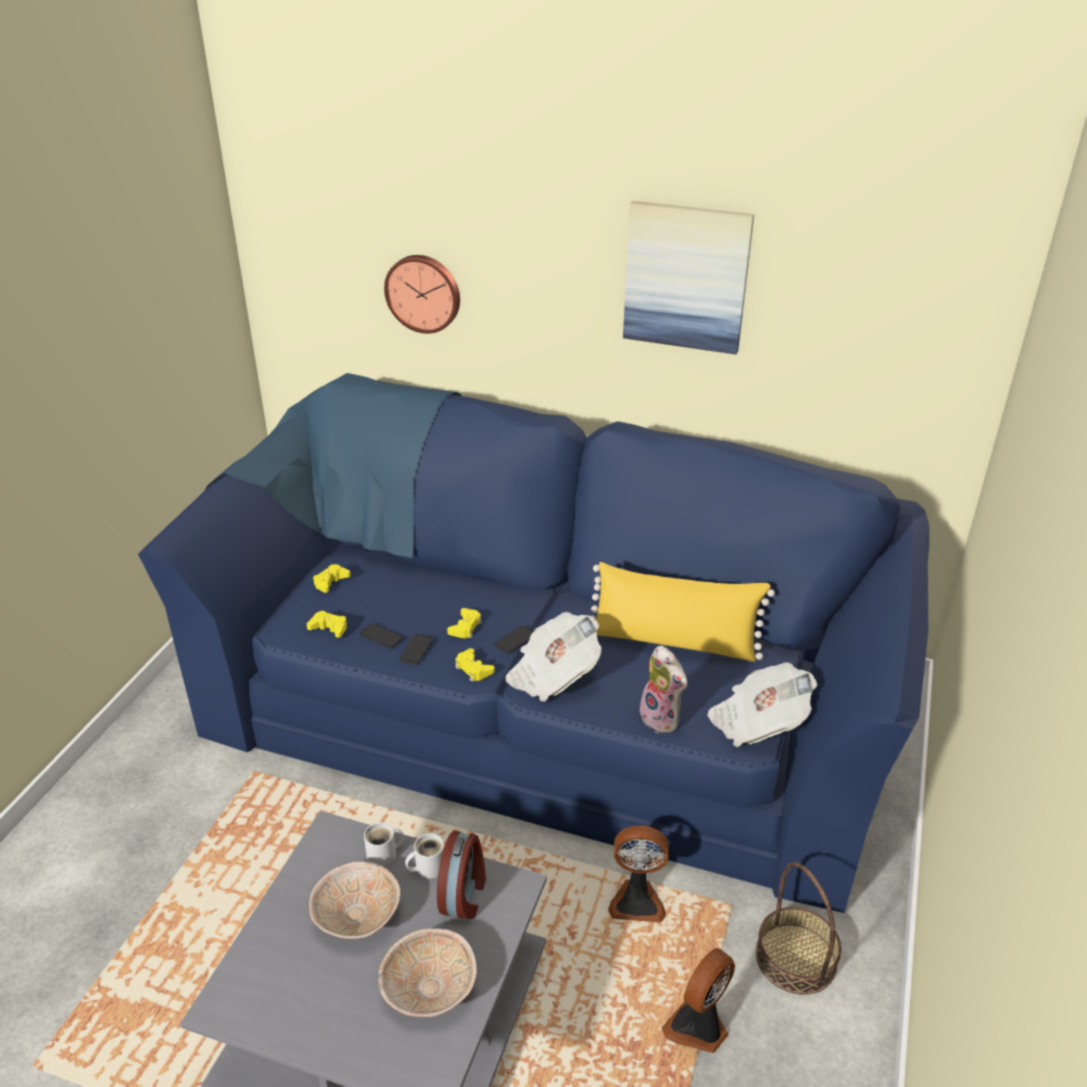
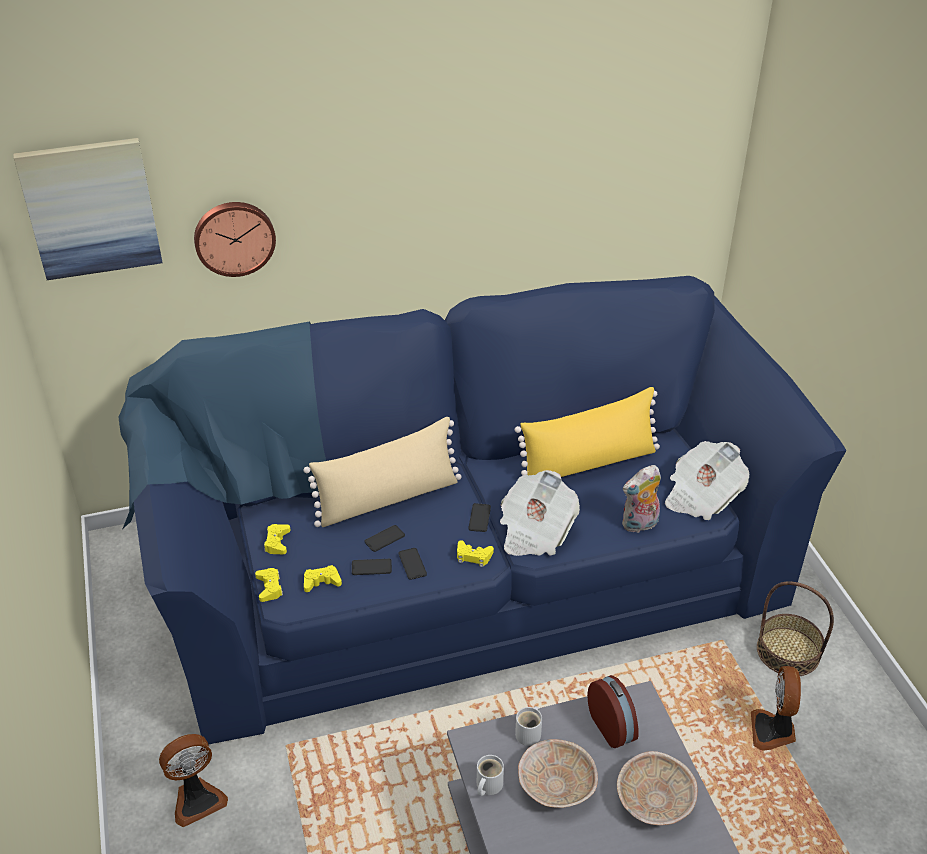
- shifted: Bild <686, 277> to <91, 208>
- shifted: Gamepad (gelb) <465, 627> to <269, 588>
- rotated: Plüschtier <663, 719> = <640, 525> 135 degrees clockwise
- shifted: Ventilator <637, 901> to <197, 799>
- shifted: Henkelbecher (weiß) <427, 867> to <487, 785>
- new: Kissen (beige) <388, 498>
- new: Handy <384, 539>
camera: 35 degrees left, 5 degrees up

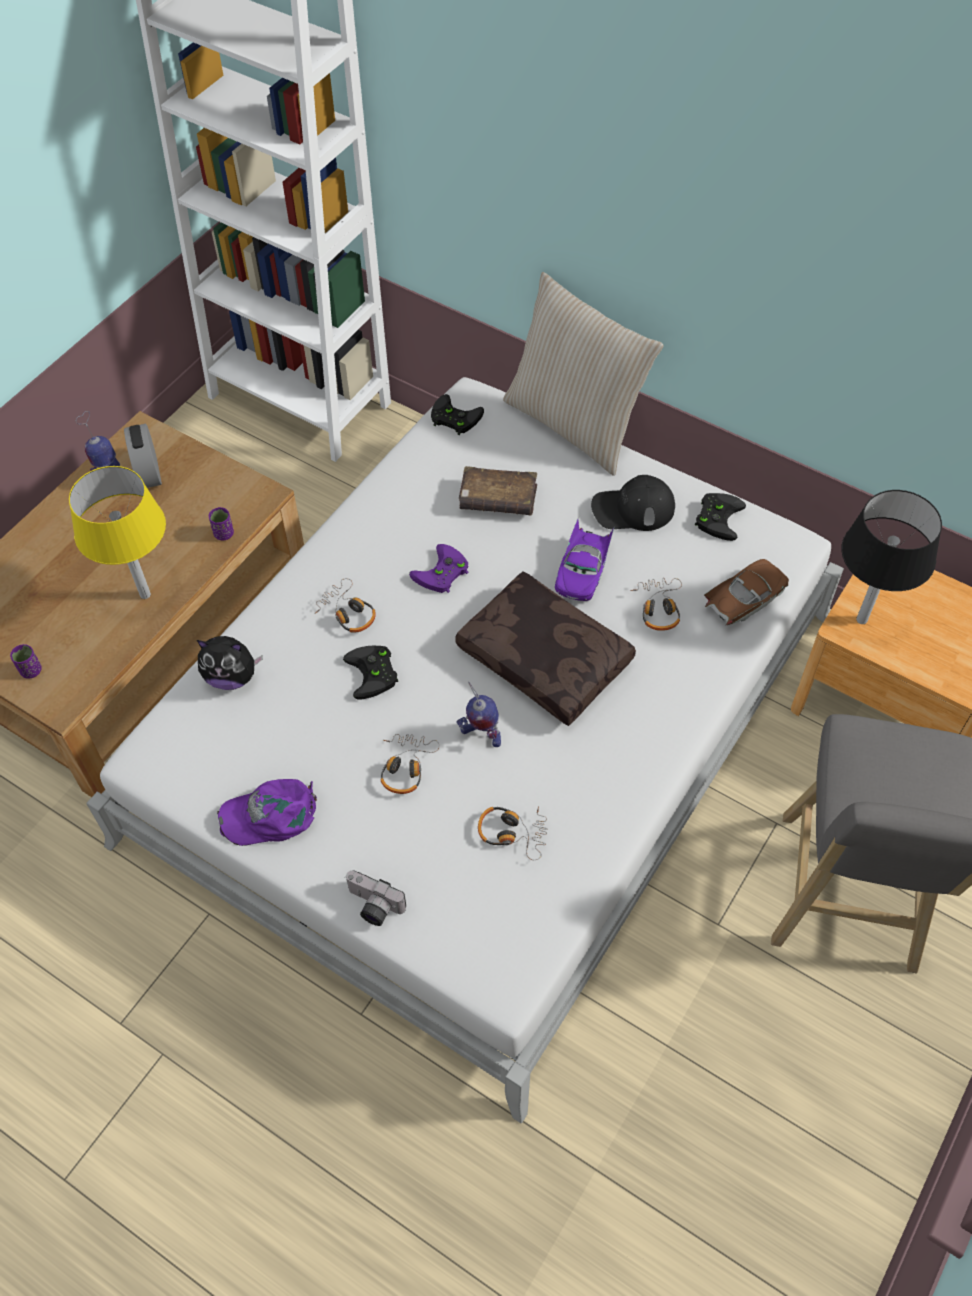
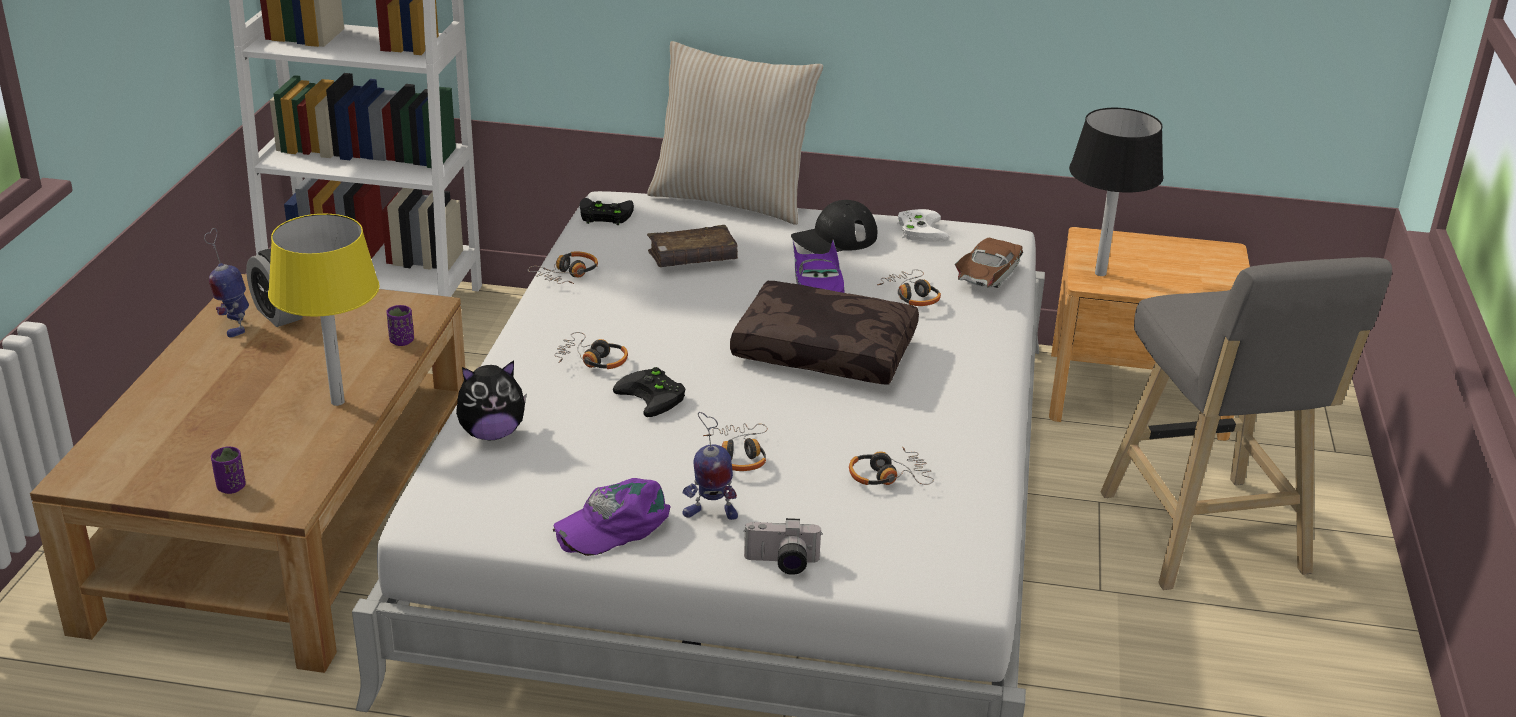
- repainted: Gamepad (schwarz) <717, 517> to Gamepad (weiß) <919, 229>
- gone: Gamepad (lila) <441, 574>
- shifted: Spielzeugroboter <481, 735> to <710, 514>
- new: Kopfhörer <567, 275>
camera: 25 degrees left, 25 degrees down

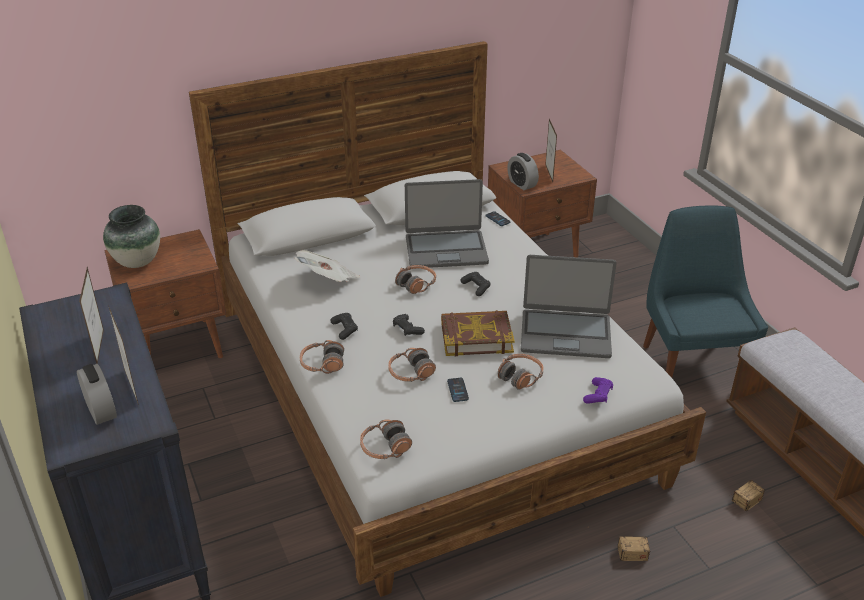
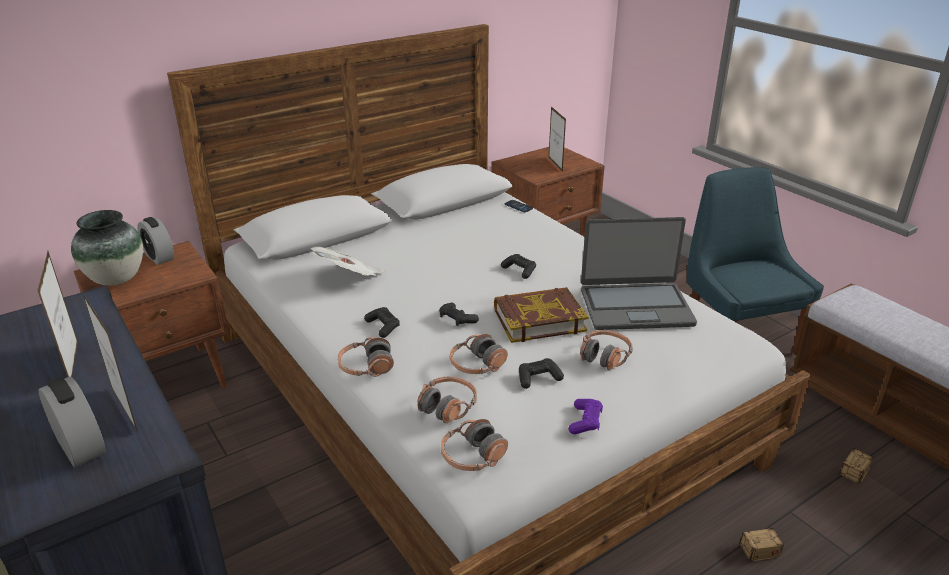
- shifted: Wecker <522, 184> to <159, 257>
- gone: Laptop <446, 250>
- shifted: Kopfhörer <416, 284> to <448, 406>
- shifted: Gamepad (lila) <598, 395> to <585, 421>
- swapped: Handy <457, 390> to Gamepad (schwarz) <538, 378>
camera: 10 degrees left, 5 degrees down

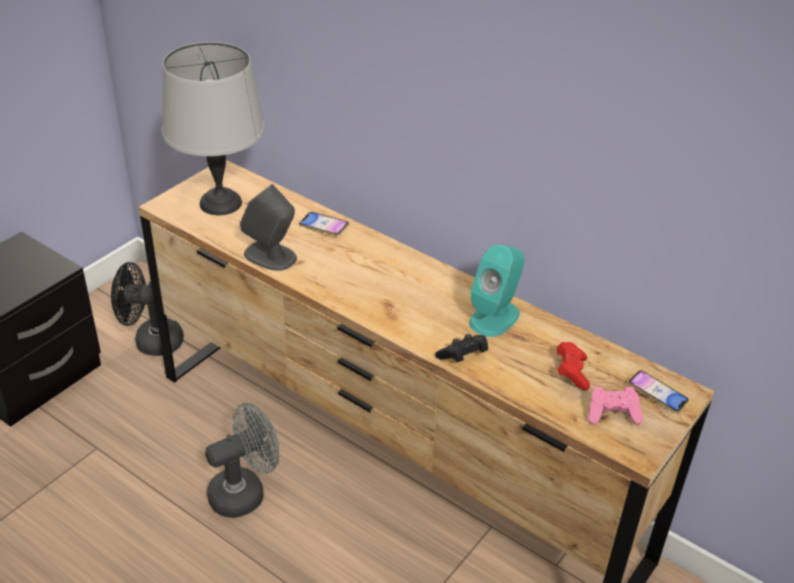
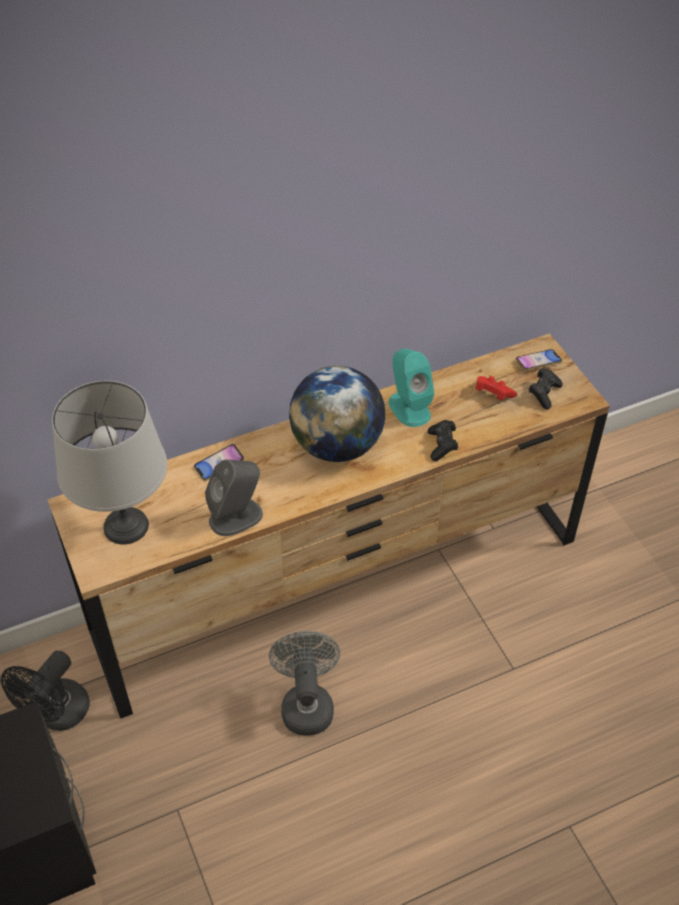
- repainted: Gamepad (rosa) <612, 414> to Gamepad (schwarz) <544, 393>
- new: Globus <337, 445>
camera: 60 degrees left, 10 degrees up

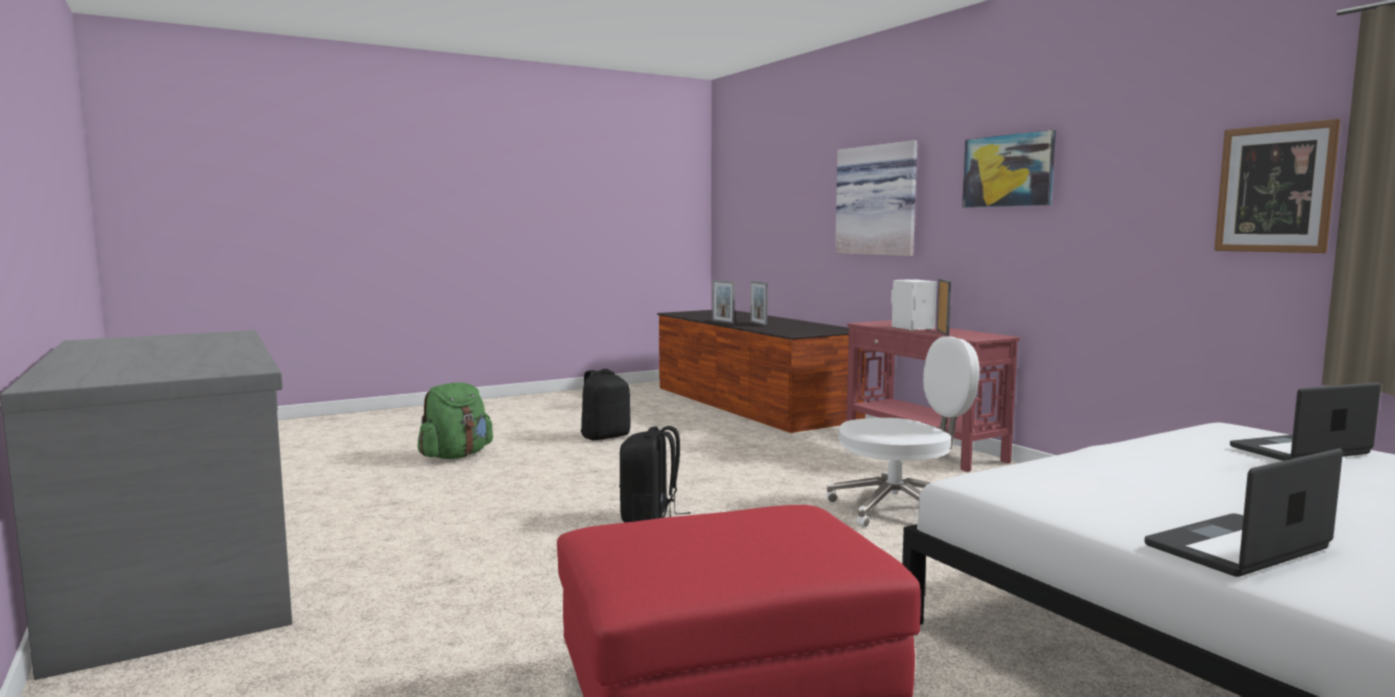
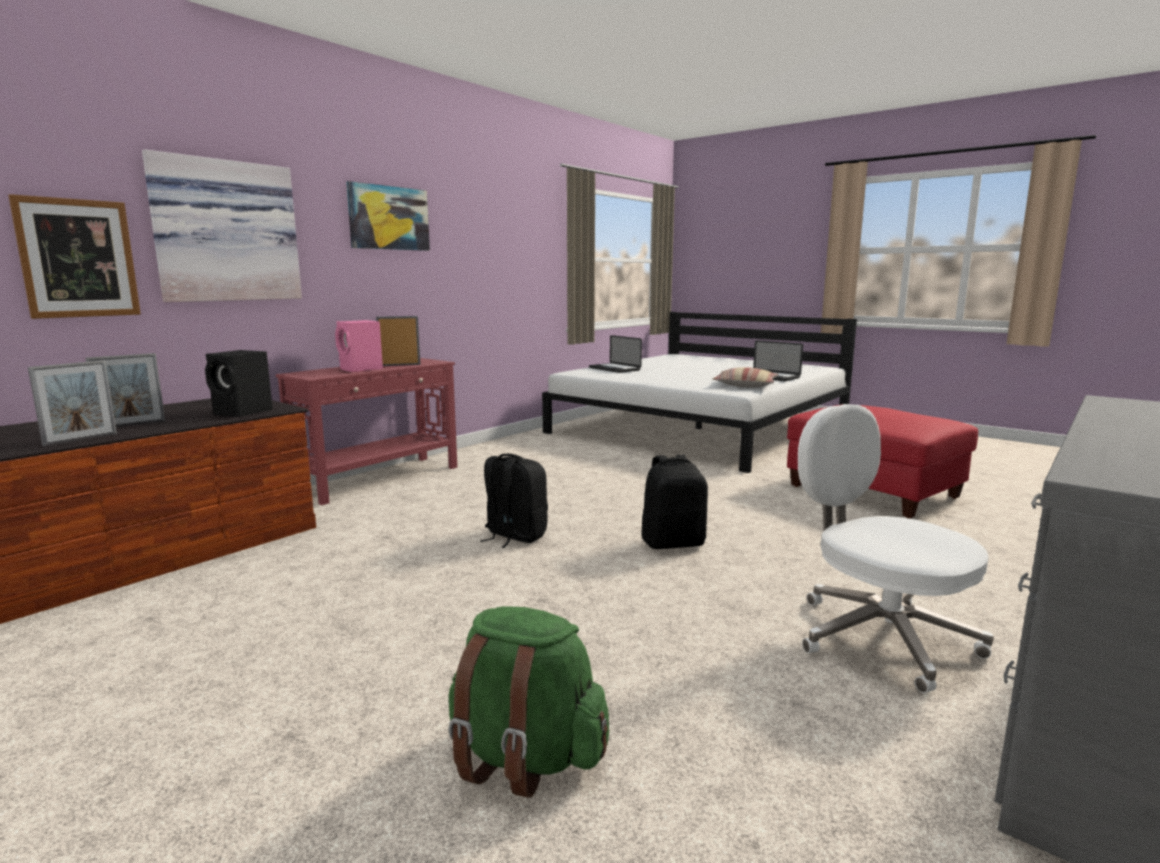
- shifted: Bild <1274, 189> to <78, 258>
- repainted: Lautsprecher (weiß) <911, 328> to Lautsprecher (rosa) <361, 369>
- shifted: Bürostuhl (weiß) <899, 508> to <879, 636>
- shifted: Rucksack (schwarz) <605, 436> to <514, 536>
- new: Lautsprecher (schwarz) <244, 412>
- new: Kissen <745, 385>
camera: 110 degrees left, 5 degrees up

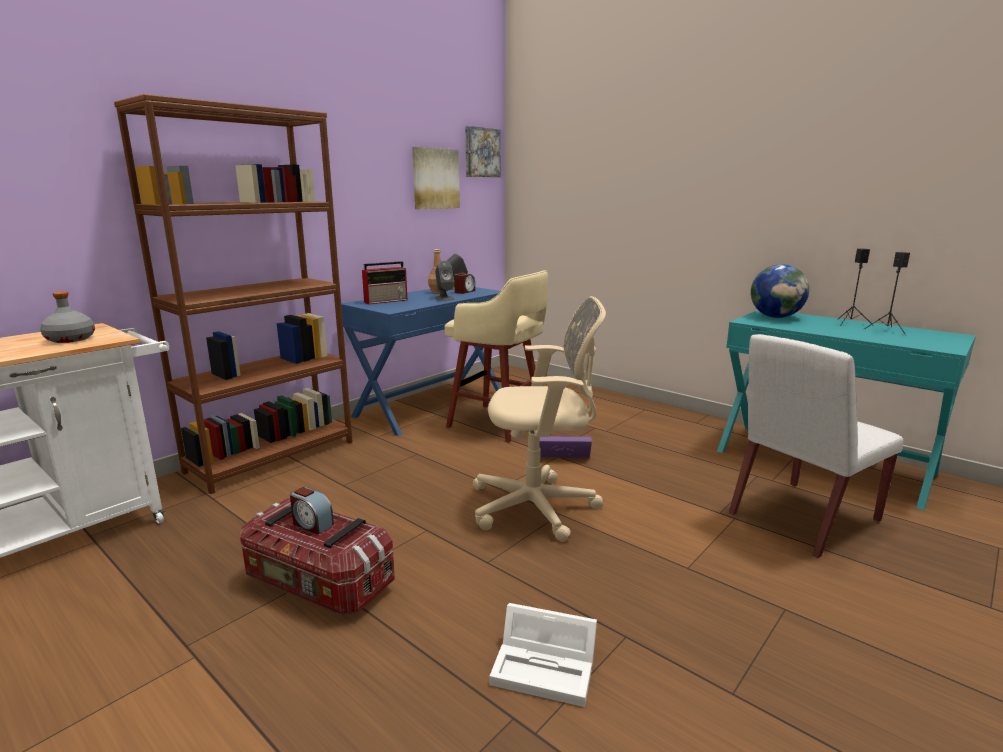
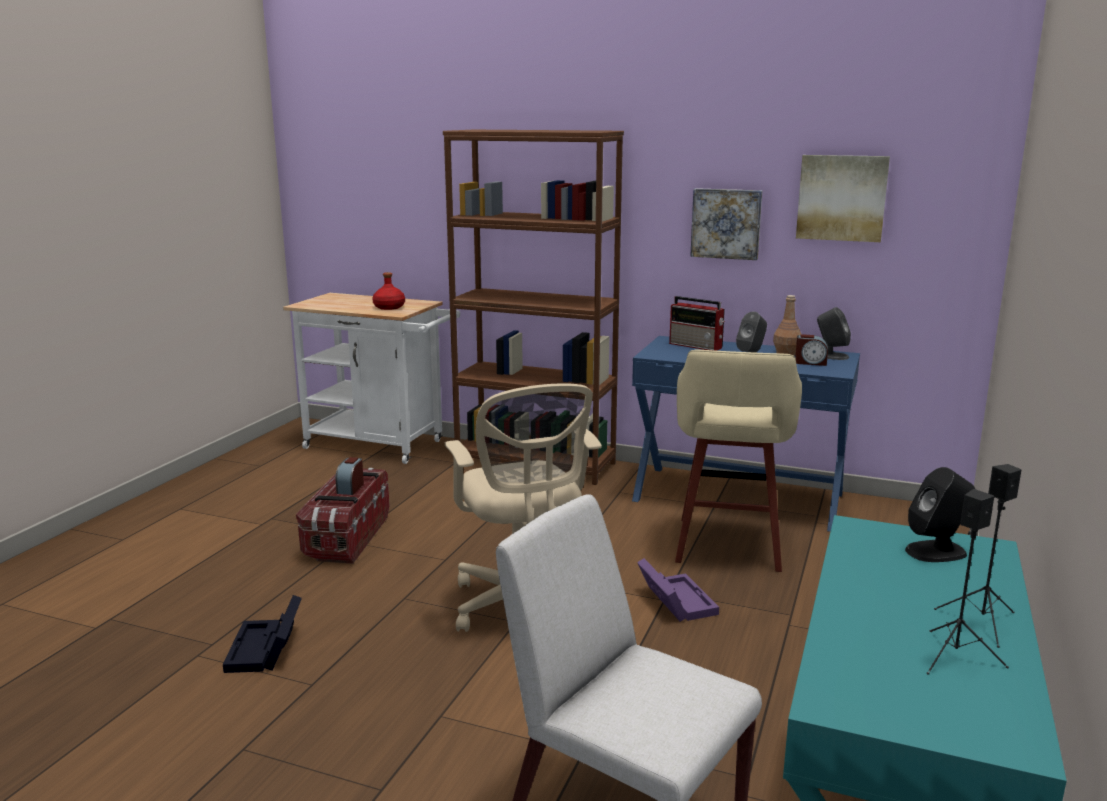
- shifted: Bild <481, 152> to <726, 223>
- swapped: Globus <775, 317> to Lautsprecher (schwarz) <936, 551>
- repainted: Flasche (grau) <70, 339> to Flasche (rot) <389, 307>
- repainted: Aufbewahrungsbox (weiß) <547, 667> to Aufbewahrungsbox (schwarz) <265, 650>
camera: 70 degrees right, 0 degrees up

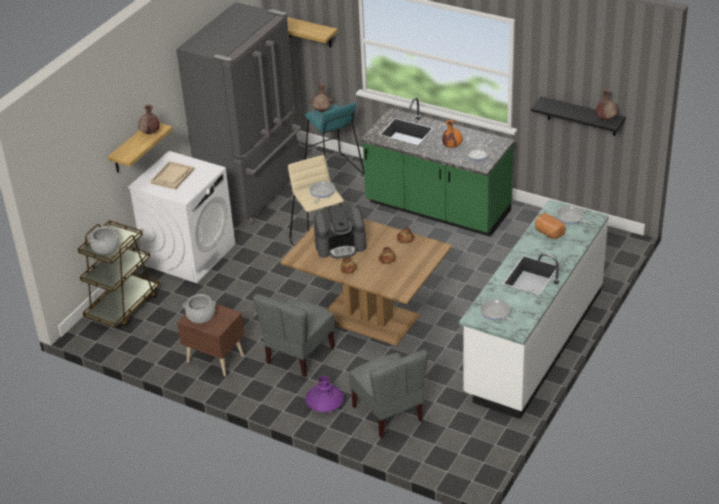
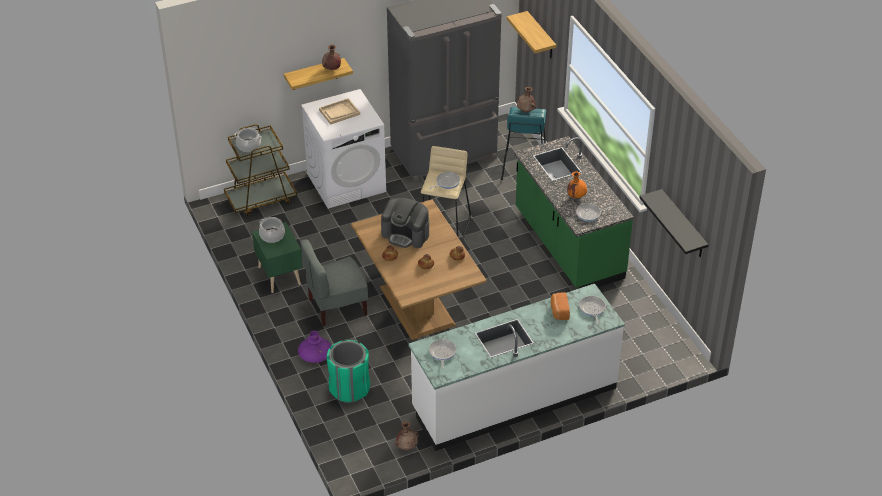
- shifted: Vase (braun) <606, 119> to <407, 446>
- repainted: Nachttisch (braun) <215, 358> to Nachttisch (grün) <280, 275>
- swapped: Stuhl (grau) <389, 413> to Mülleimer (grün) <349, 389>
camera: 35 degrees right, 5 degrees up

